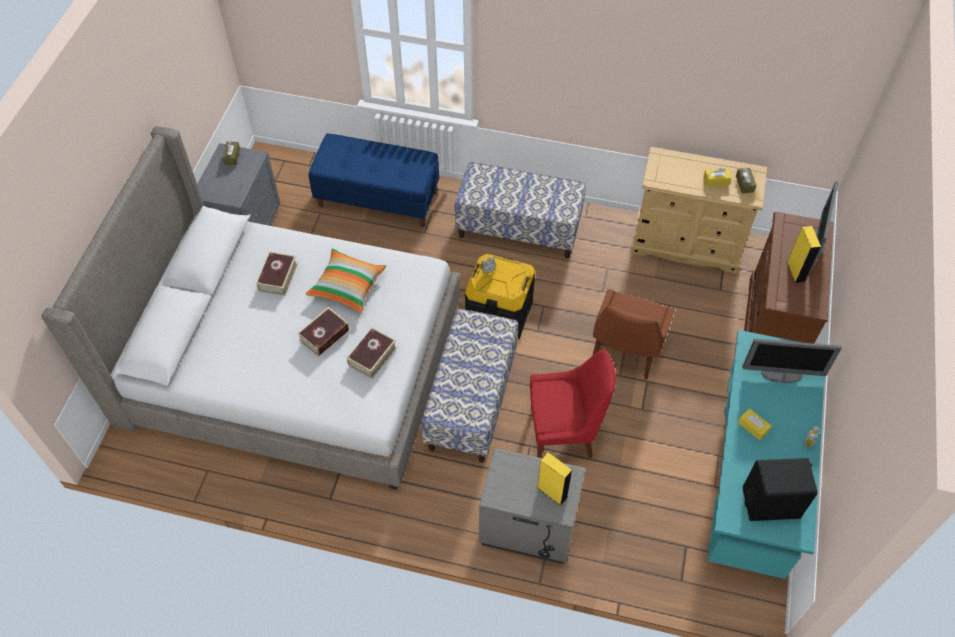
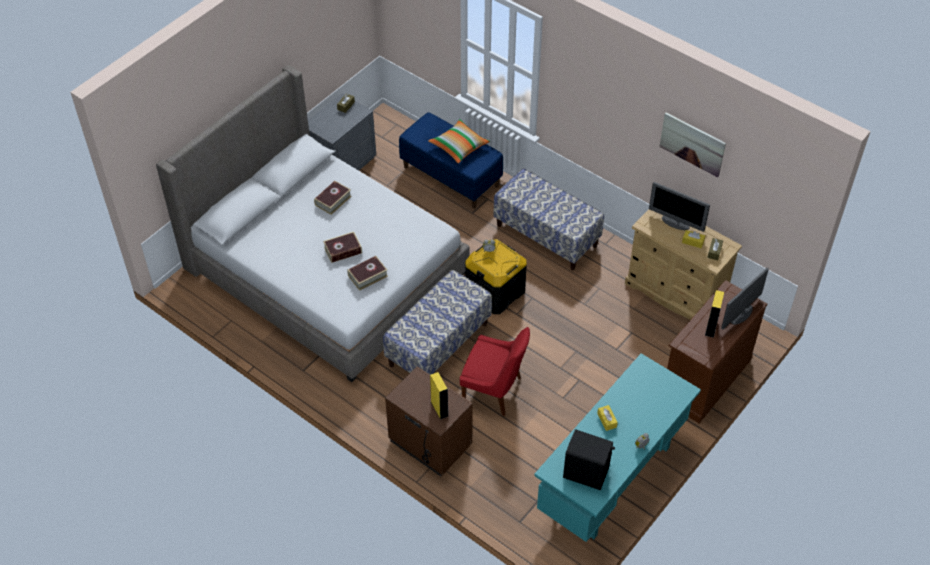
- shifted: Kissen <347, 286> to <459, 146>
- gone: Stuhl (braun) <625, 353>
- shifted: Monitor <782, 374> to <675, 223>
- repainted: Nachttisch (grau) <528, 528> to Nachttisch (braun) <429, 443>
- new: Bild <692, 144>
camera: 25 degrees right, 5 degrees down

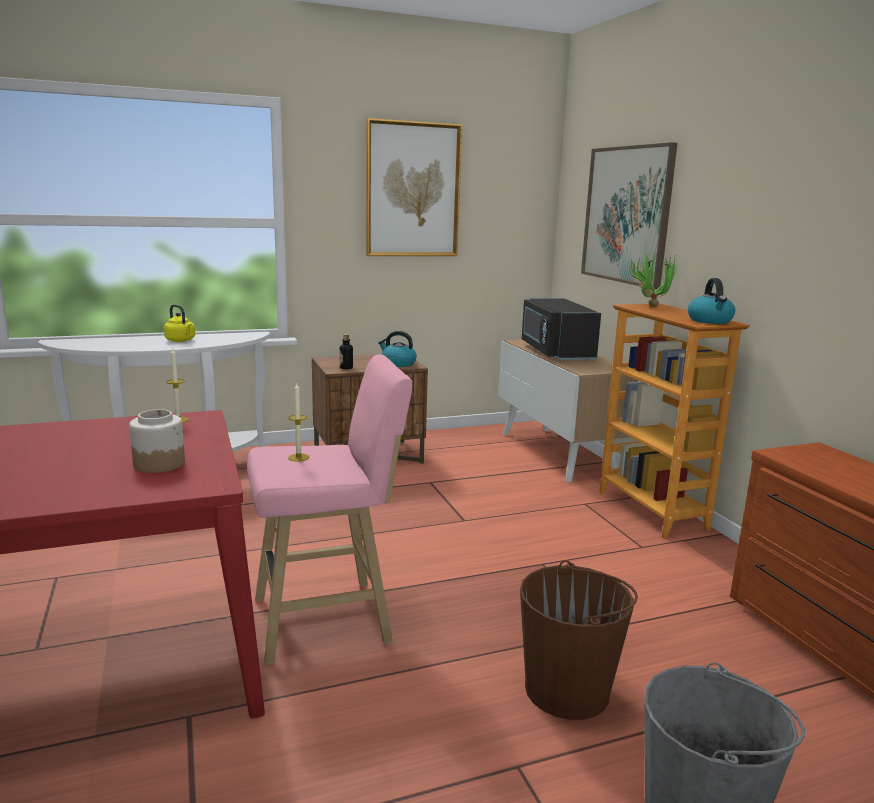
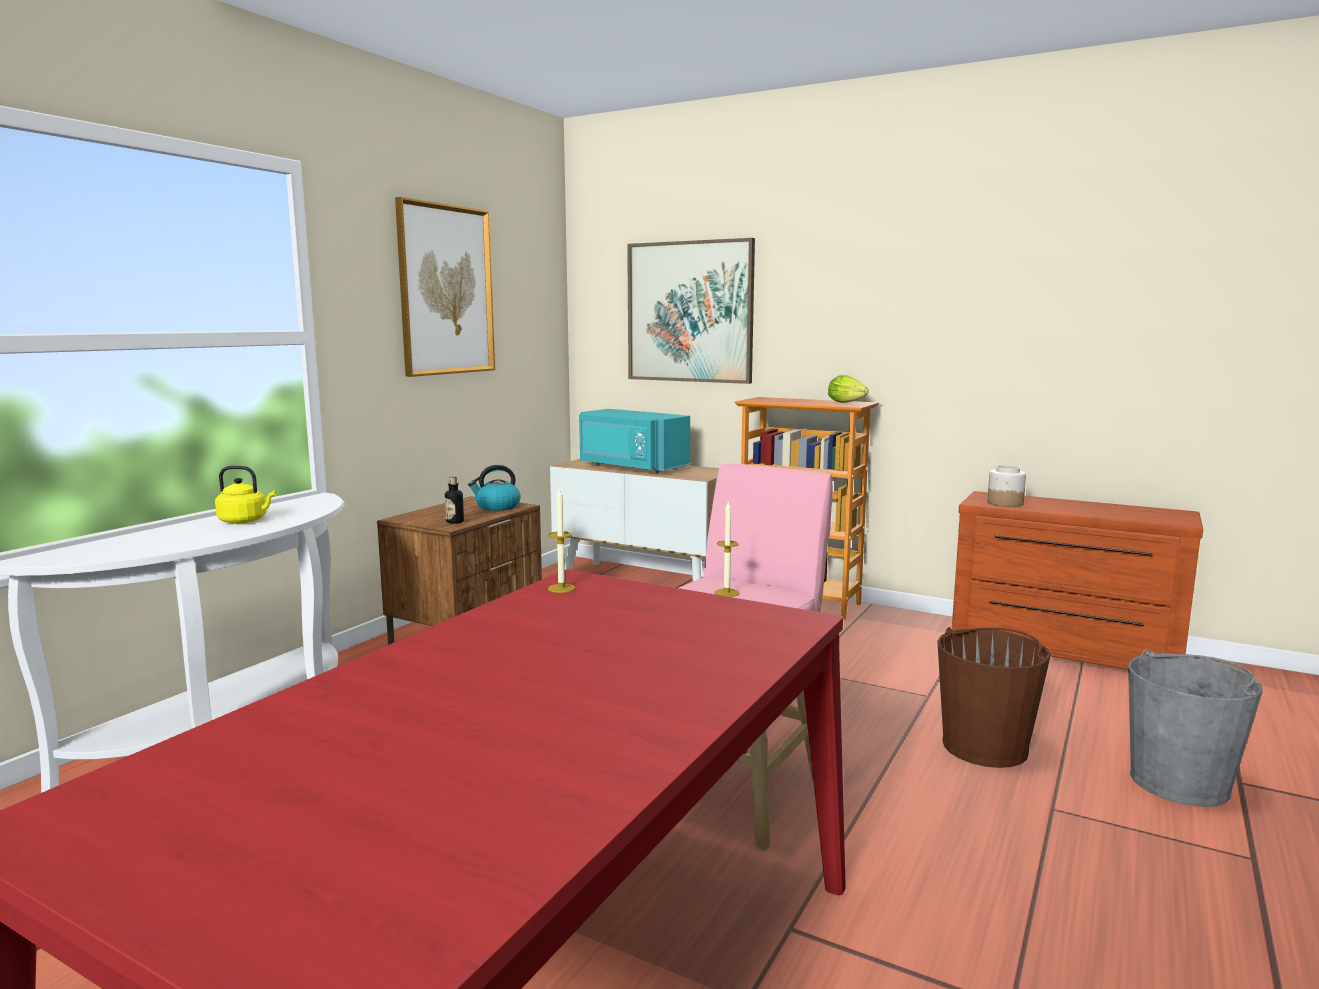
- gone: Topfpflanze <649, 305>
- swapped: Wasserkessel <710, 321> to Salatkopf <848, 403>
- repainted: Mikrowelle (schwarz) <555, 352> to Mikrowelle (türkis) <631, 467>
- shifted: Vorratsglas <159, 464> to <1004, 503>
camera: 40 degrees left, 5 degrees down

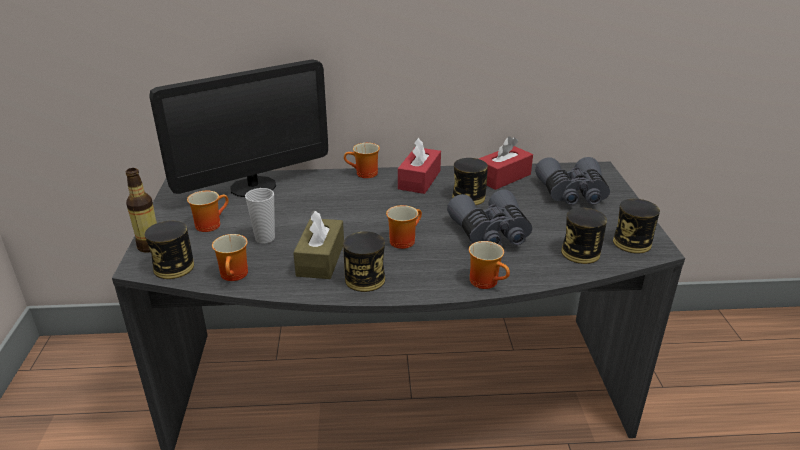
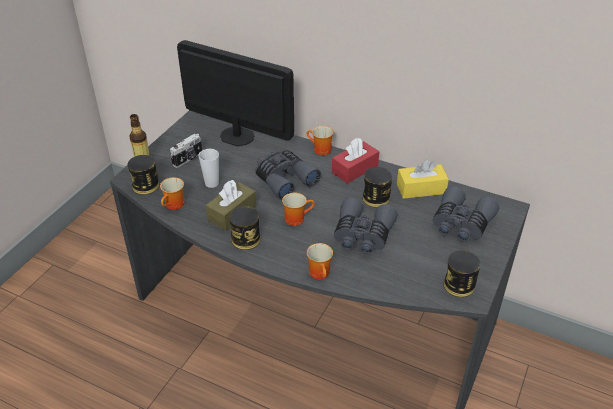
- rotated: Monitor <253, 187> = <237, 136> 150 degrees counterclockwise
- repainted: Taschentuchbox (rot) <503, 177> to Taschentuchbox (gelb) <421, 189>
- swapped: Henkelbecher <209, 224> to Kamera <188, 159>
- gone: Dose <580, 253>
- new: Fernglas (grau) <284, 179>
camera: 30 degrees right, 10 degrees up

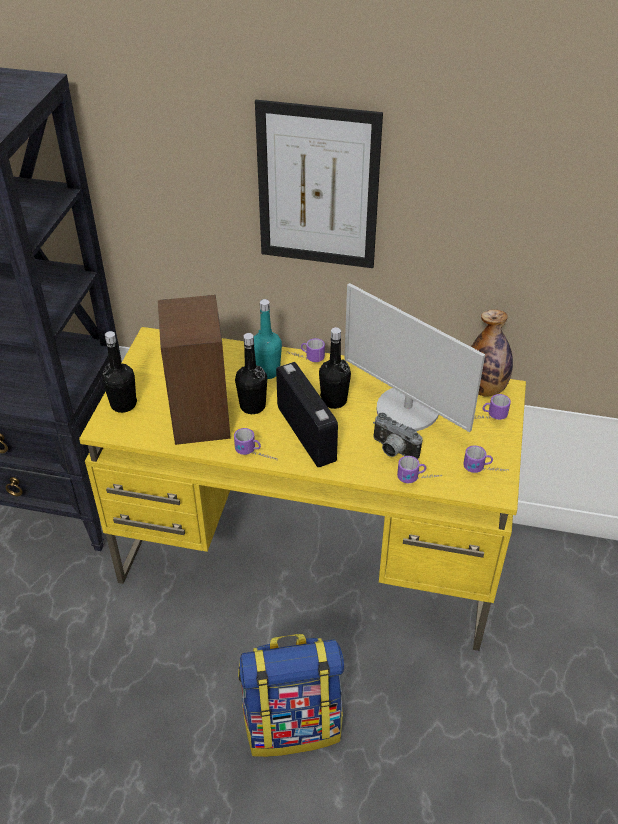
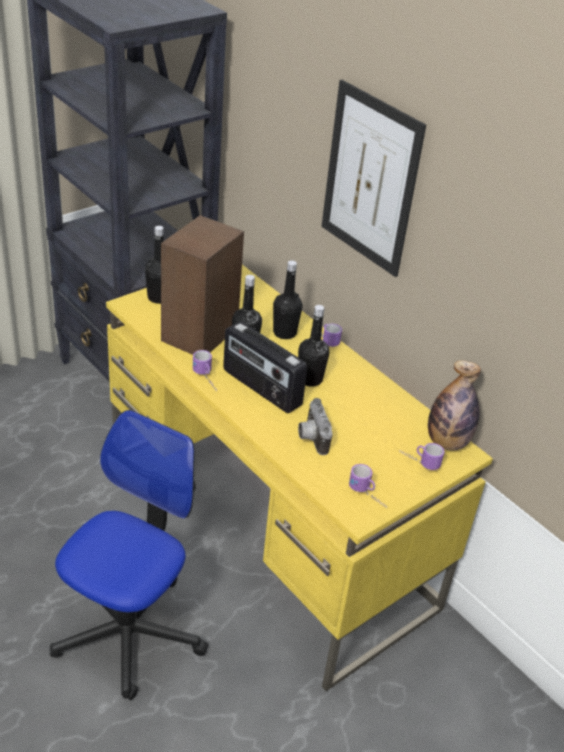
- gone: Monitor <407, 410>
- repainted: Flasche (türkis) <267, 371> to Flasche (schwarz) <284, 333>
- rotated: Radio <307, 434> = <261, 388> 120 degrees clockwise
- gone: Henkelbecher <419, 479>
- swapped: Rucksack <293, 723> to Bürostuhl <129, 632>
camera: 35 degrees right, 5 degrees down

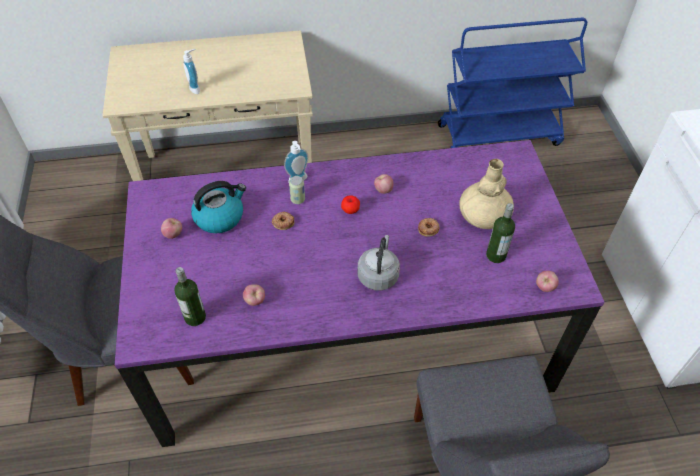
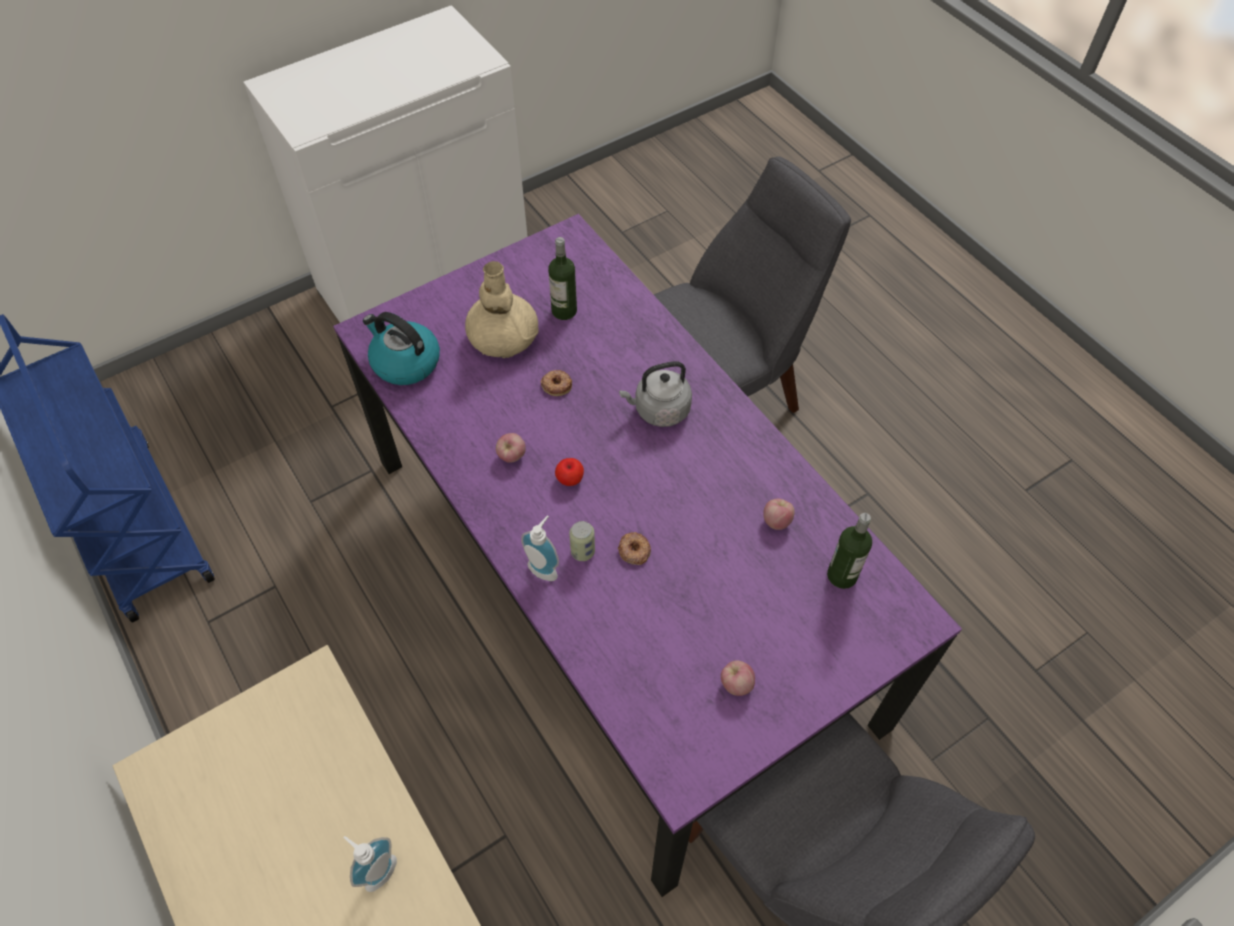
- shifted: Wasserkessel <220, 217> to <405, 362>
- gone: Apfel <544, 287>
camera: 115 degrees left, 5 degrees up

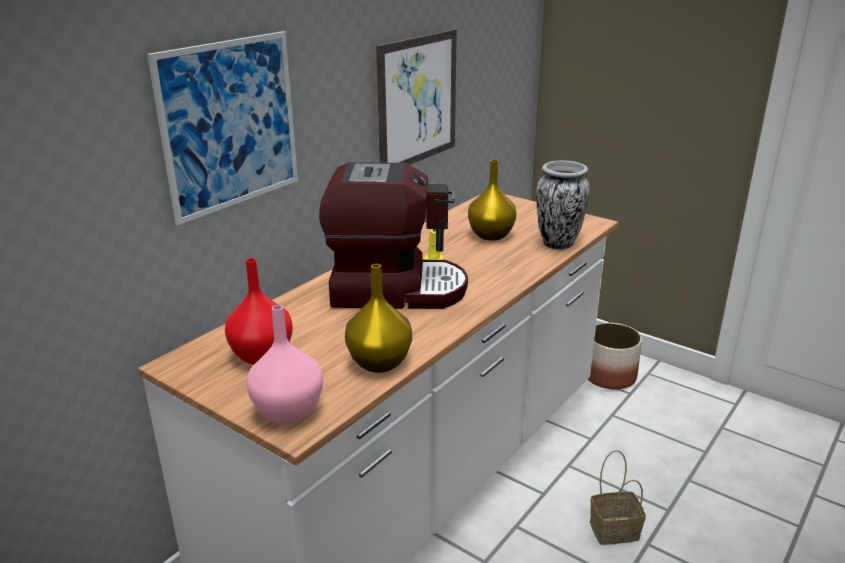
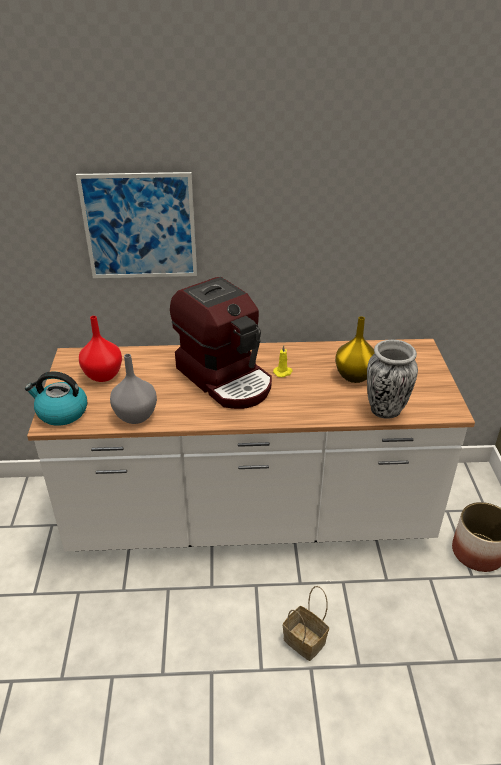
- gone: Bild <417, 100>
- repainted: Vase (gelb) <378, 363> to Vase (grau) <135, 415>
- swapped: Vase (rosa) <290, 412> to Wasserkessel <61, 412>
camera: 50 degrees right, 10 degrees up

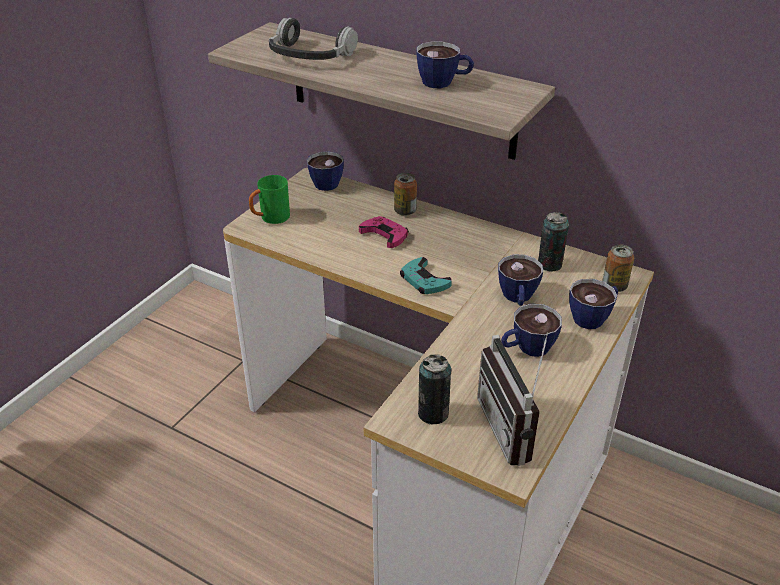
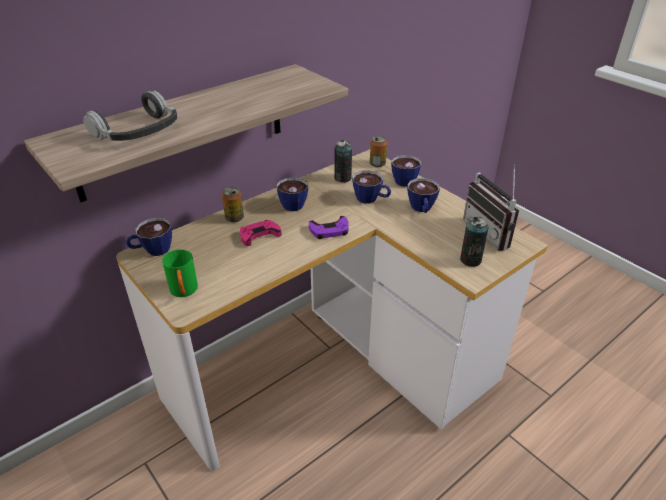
- shifted: Tasse <444, 82> to <295, 203>
- repainted: Gamepad (türkis) <424, 280> to Gamepad (lila) <329, 231>
- rotated: Radio <515, 429> = <492, 233> 60 degrees clockwise
camera: 70 degrees left, 0 degrees up

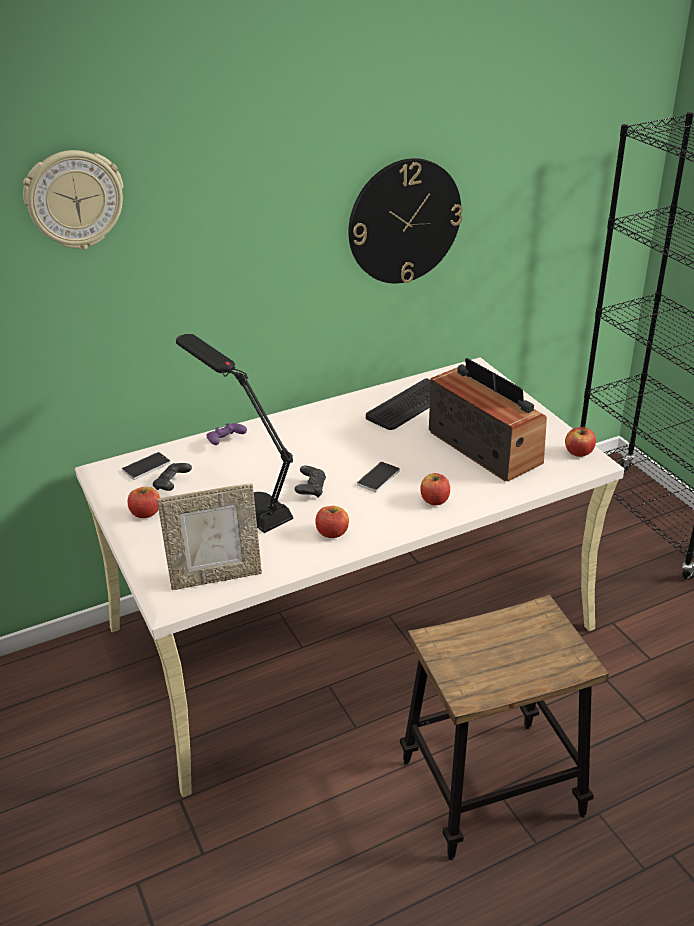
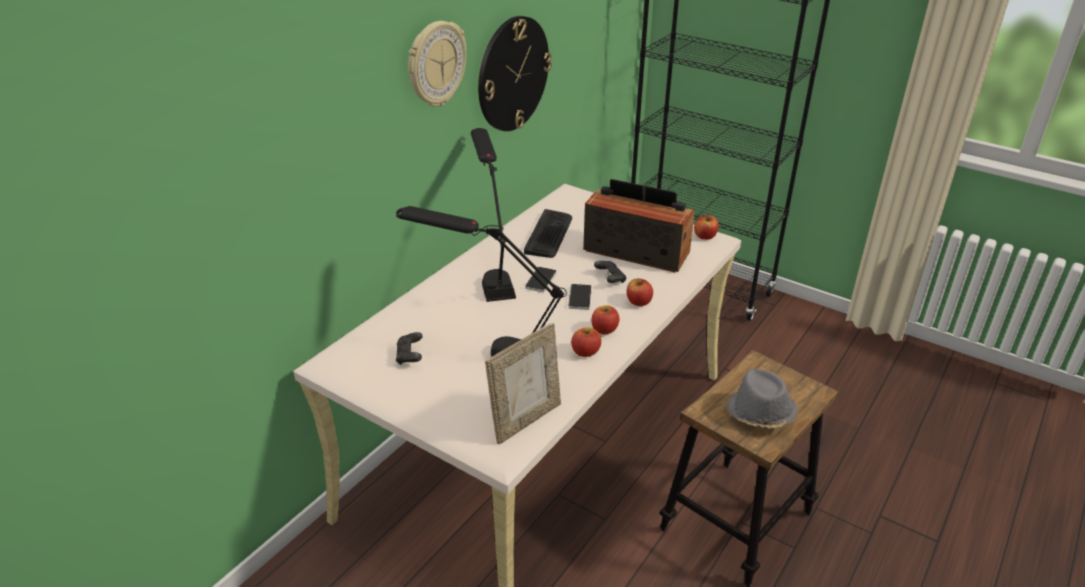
- shifted: Wanduhr <74, 199> to <435, 64>
- gone: Gamepad (lila) <226, 441>
- shifted: Handy <146, 467> to <540, 280>
- shifted: Gamepad (schwarz) <311, 489> to <610, 279>
- shifted: Apfel <146, 513> to <604, 329>
- new: Tischlampe (schwarz) <493, 271>
- new: Hut (grau) <760, 413>
camera: 30 degrees left, 0 degrees up

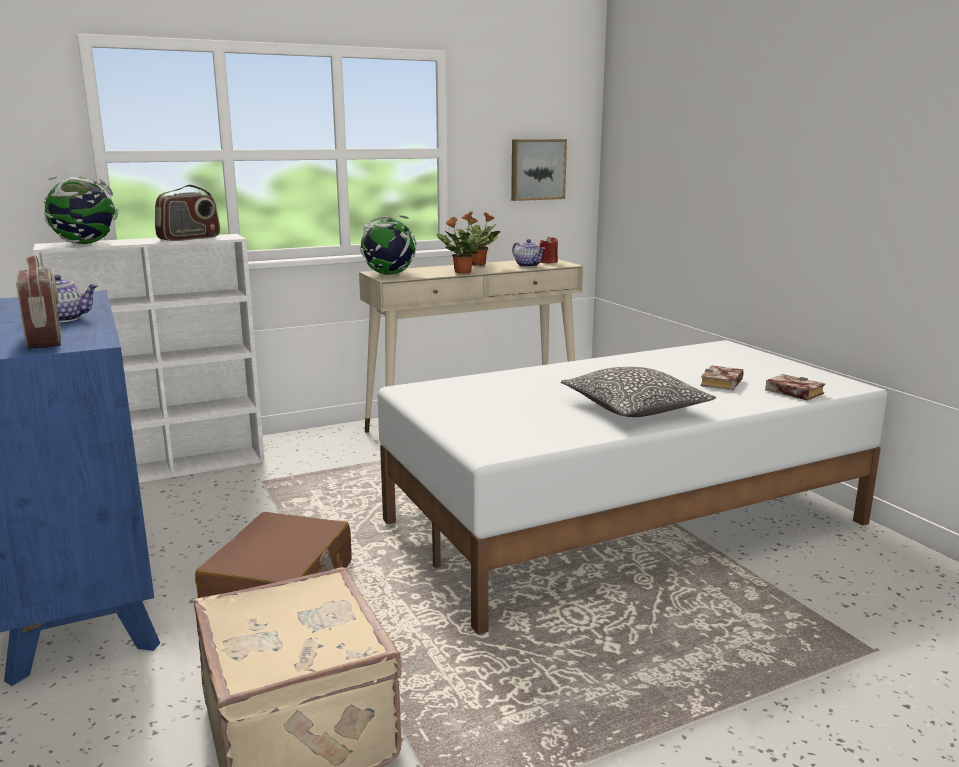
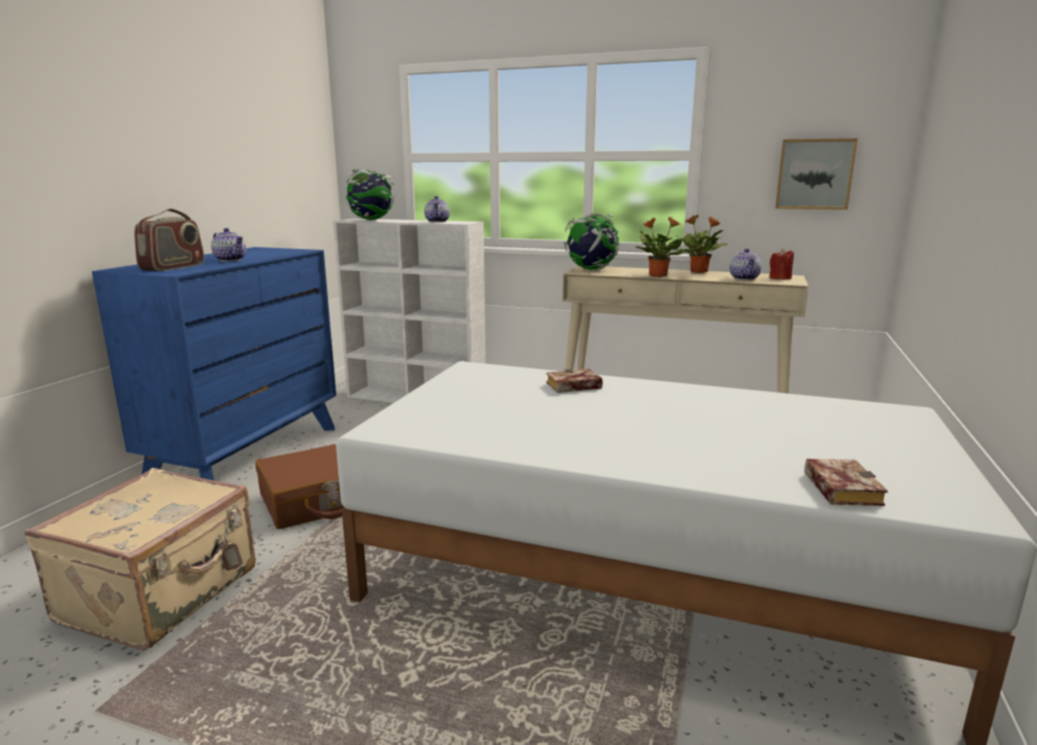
- swapped: Radio <189, 238> to Teekanne <438, 221>
- shifted: Buch <722, 383> to <572, 387>
- gone: Kissen <634, 408>
camera: 45 degrees right, 0 degrees up

